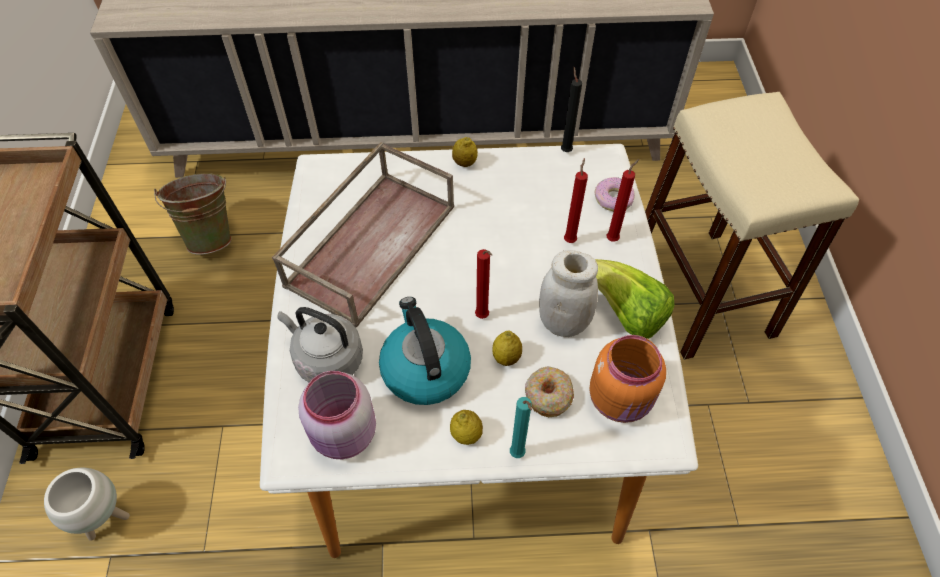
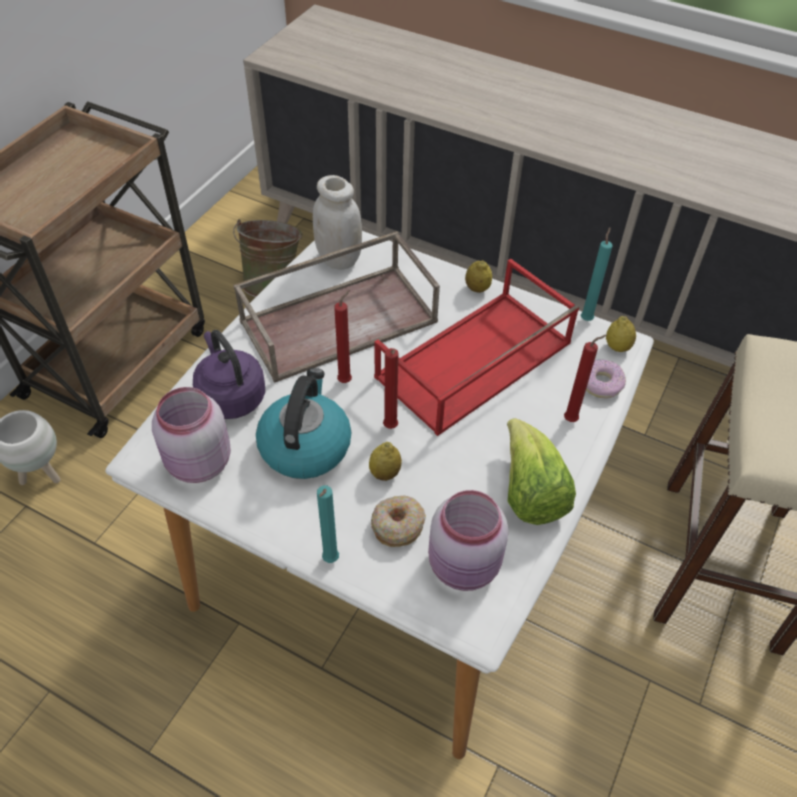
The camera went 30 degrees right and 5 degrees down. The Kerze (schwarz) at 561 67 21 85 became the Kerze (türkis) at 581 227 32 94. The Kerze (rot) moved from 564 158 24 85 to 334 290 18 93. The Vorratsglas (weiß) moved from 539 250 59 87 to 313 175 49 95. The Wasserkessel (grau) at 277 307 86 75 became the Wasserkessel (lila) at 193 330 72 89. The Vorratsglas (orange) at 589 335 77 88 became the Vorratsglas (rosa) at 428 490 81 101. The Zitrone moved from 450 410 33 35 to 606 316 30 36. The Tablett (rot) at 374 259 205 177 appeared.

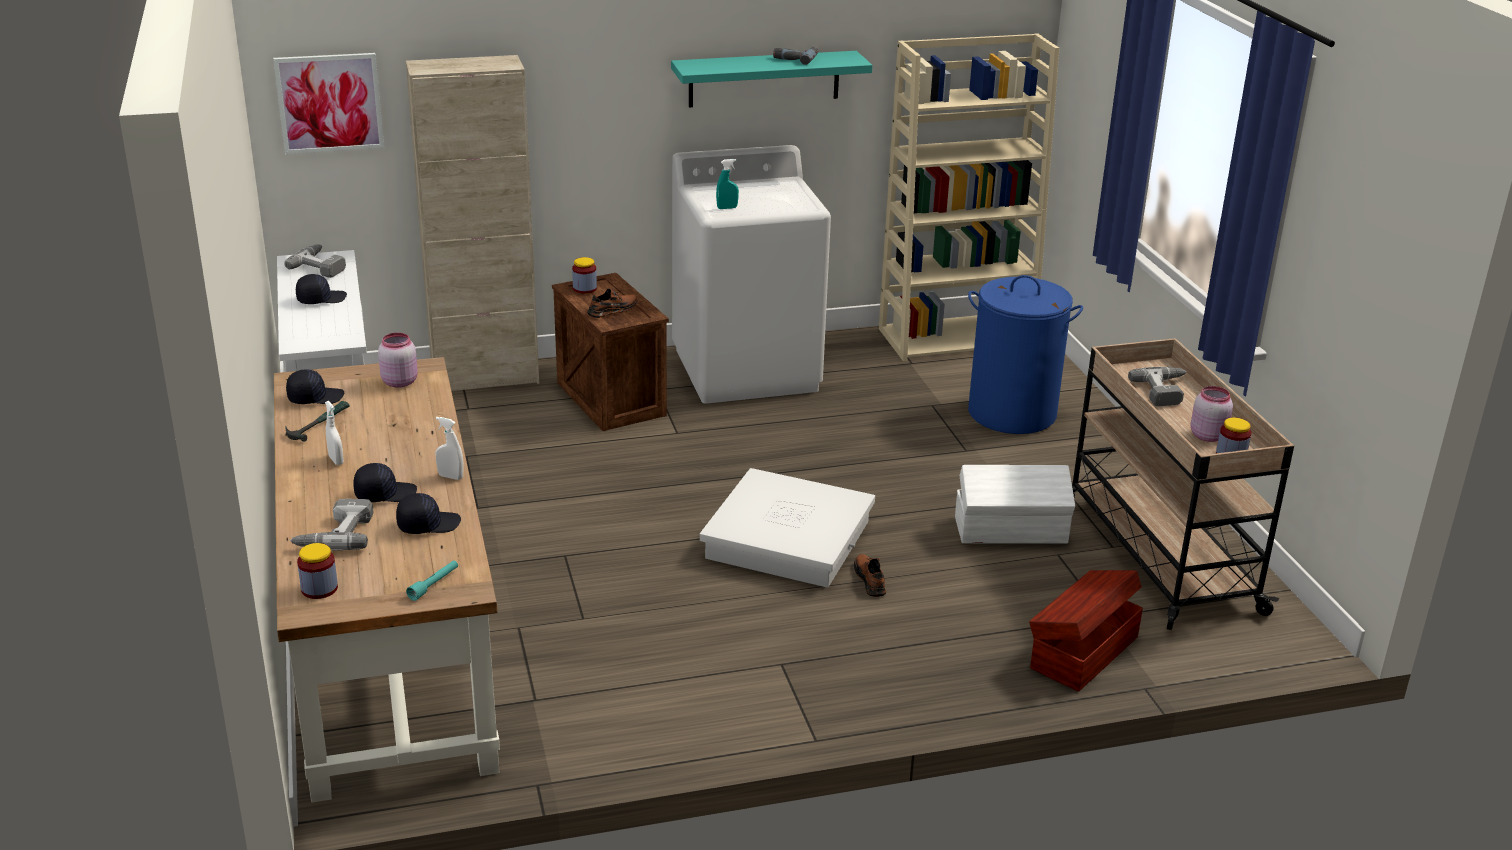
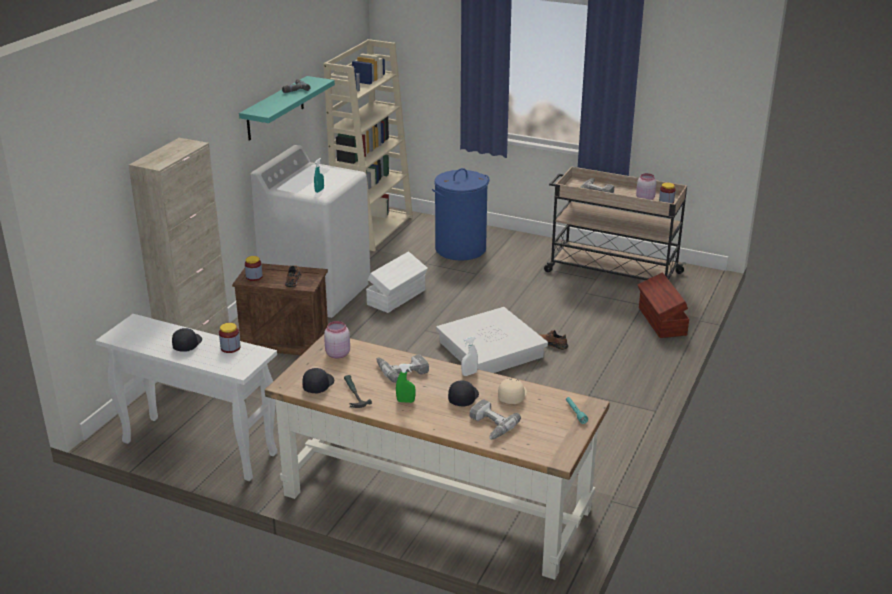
The camera went 50 degrees left and 0 degrees up. The Bild at 273 53 111 101 disappeared. The Bohrmaschine moved from 284 244 62 34 to 377 354 52 29. The Sprühflasche (weiß) at 325 401 19 64 became the Sprühflasche (grün) at 396 364 19 39. The Aufbewahrungsbox (weiß) moved from 955 465 120 79 to 366 251 62 62. The Kappe (schwarz) at 396 493 65 41 became the Kappe (beige) at 498 378 29 26. The Vorratsglas moved from 297 543 41 56 to 219 323 21 30.

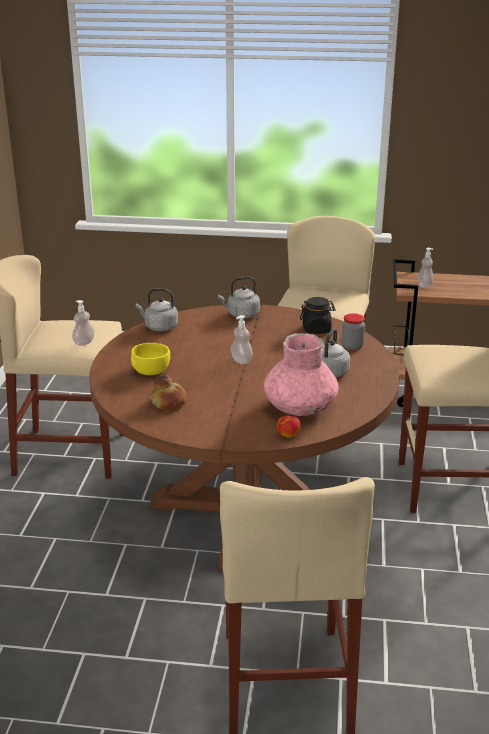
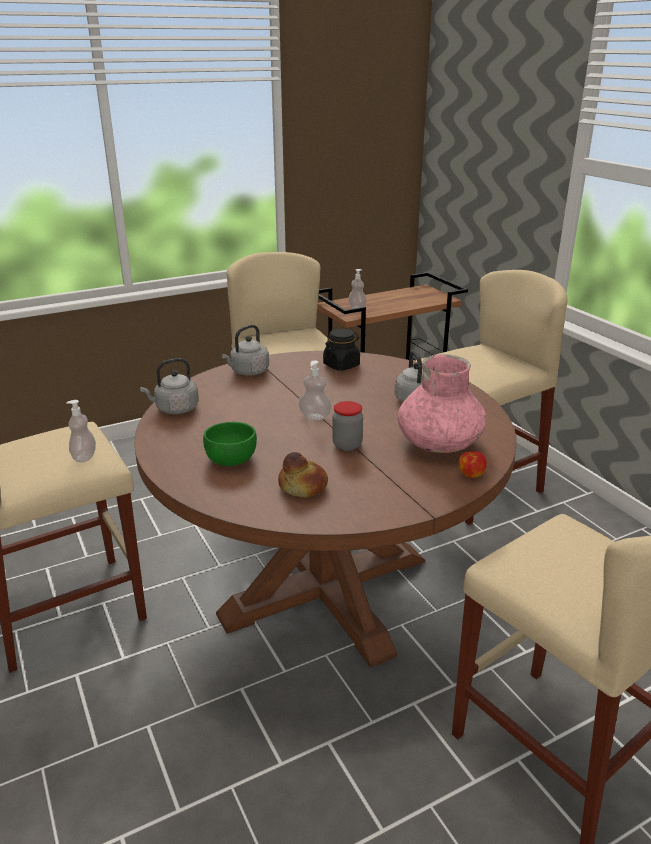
The camera went 35 degrees left and 0 degrees up. The Vorratsglas moved from 342 313 23 37 to 332 401 31 50. The Schüssel (gelb) at 131 343 39 32 became the Schüssel (grün) at 203 422 54 44.

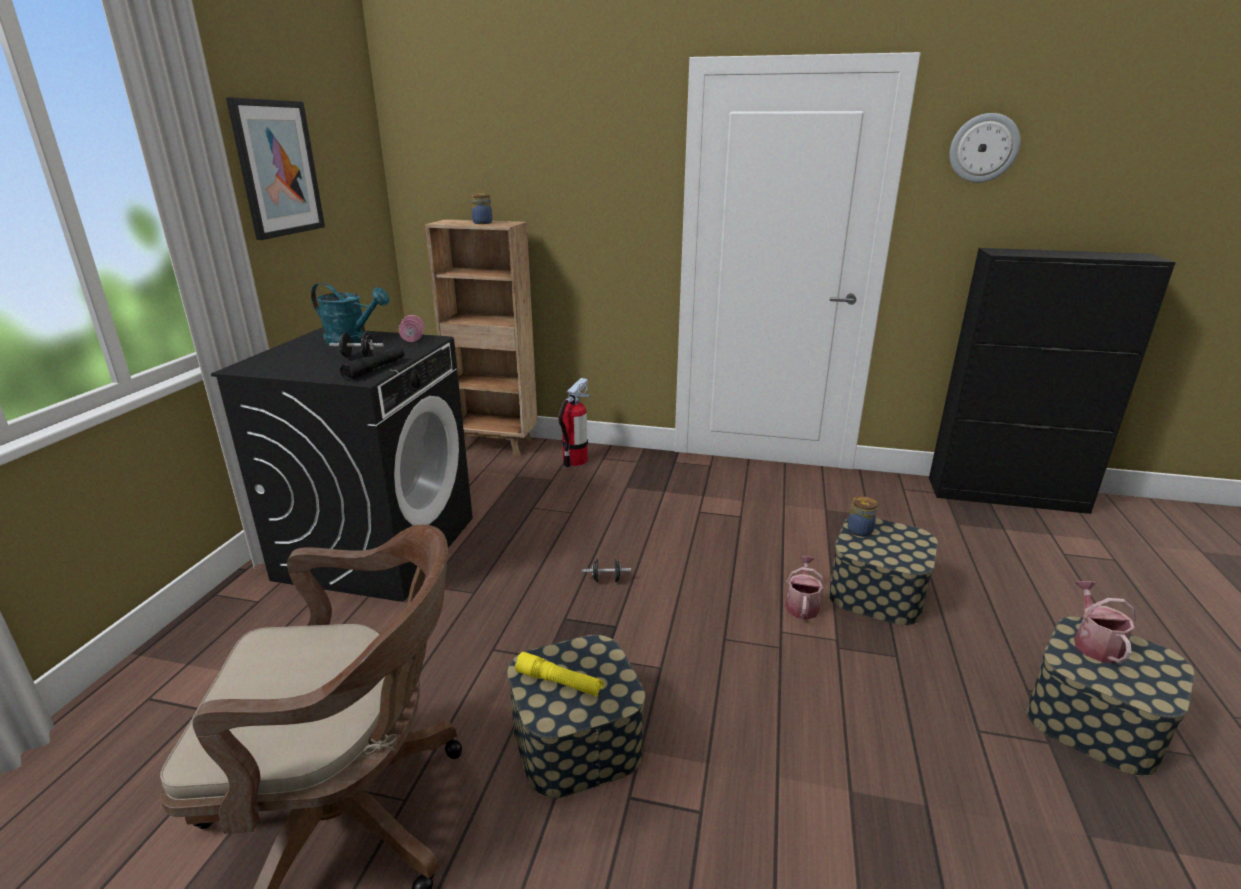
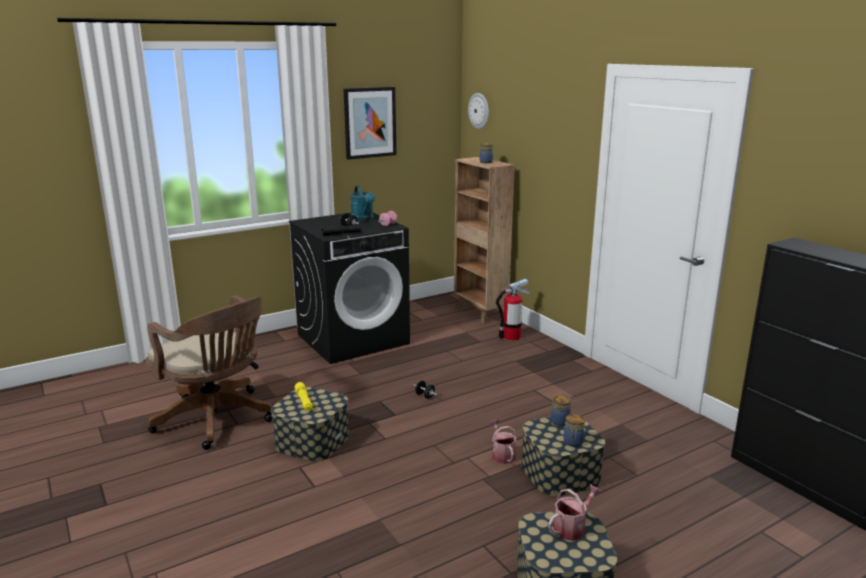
The camera went 45 degrees right and 5 degrees down. The Wanduhr moved from 949 113 71 70 to 468 93 21 36. The Gießkanne at 785 556 40 64 turned 75 degrees counterclockwise. The Vorratsglas at 563 414 22 33 appeared.

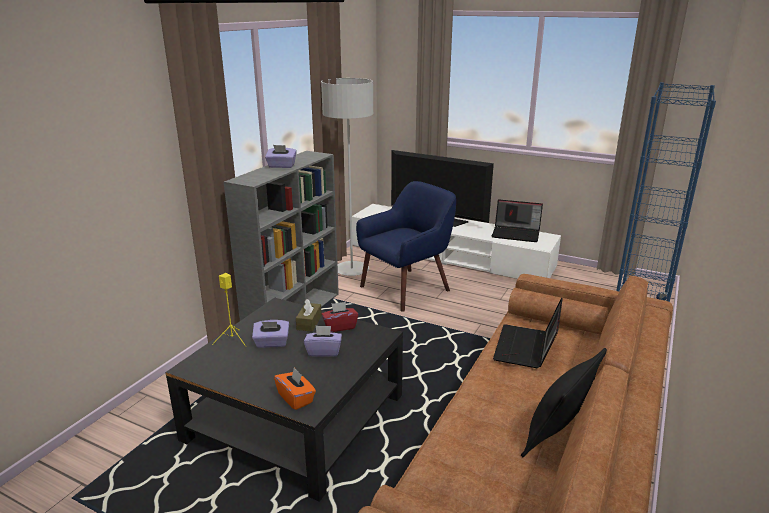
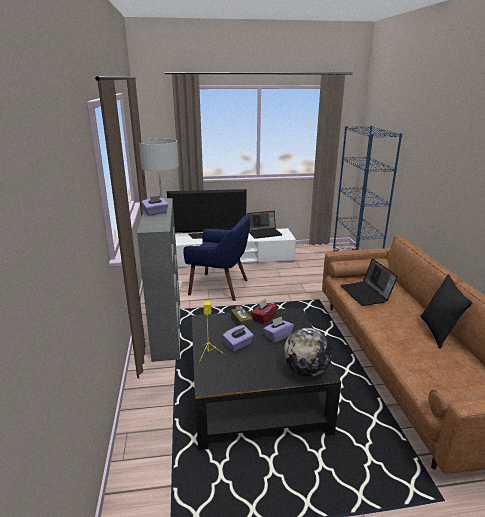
The camera went 35 degrees left and 0 degrees up. The Sessel (blau) at 356 181 100 131 turned 90 degrees clockwise. The Taschentuchbox (orange) at 274 367 42 43 was replaced by the Globus at 284 328 48 49.

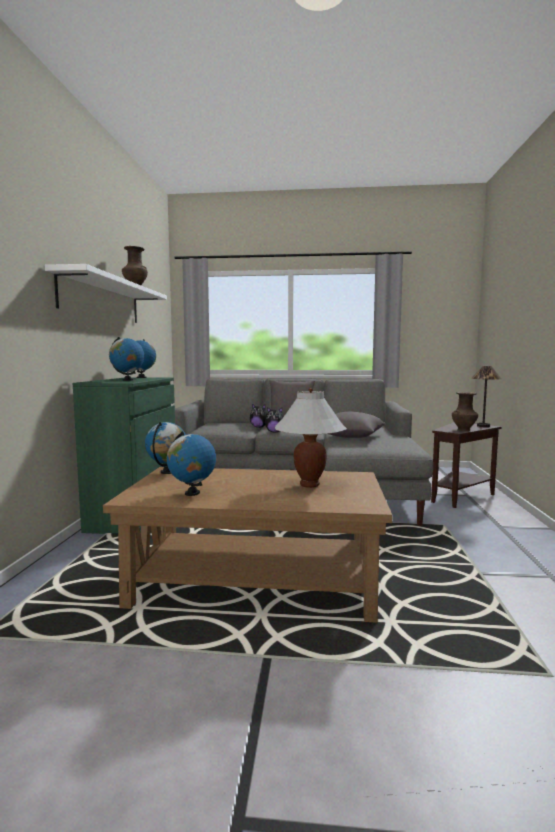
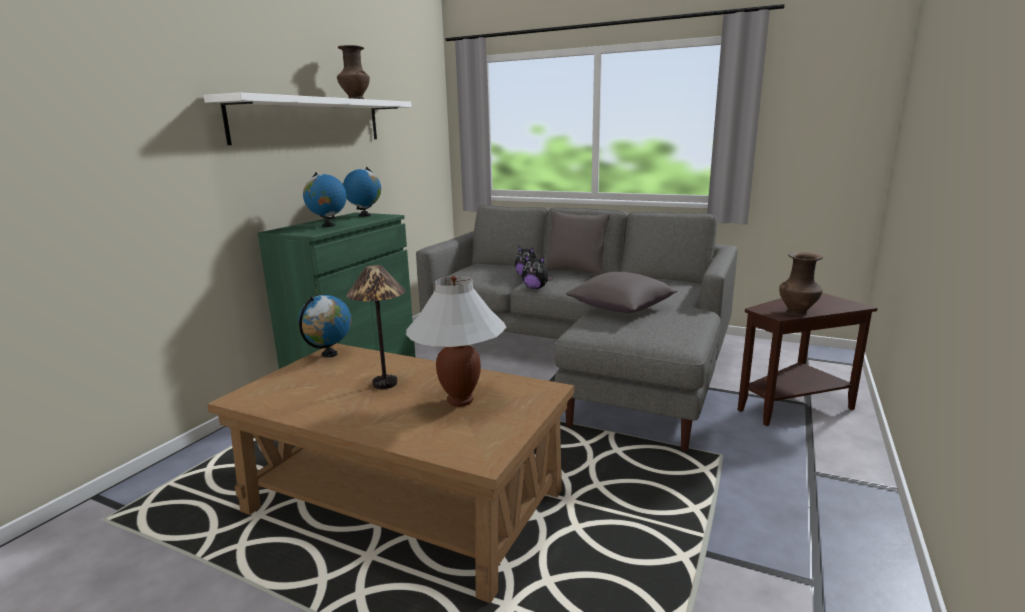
The camera went 20 degrees right and 10 degrees up. The Tischlampe moved from 471 366 30 61 to 346 265 60 124. The Globus at 167 431 49 65 disappeared.

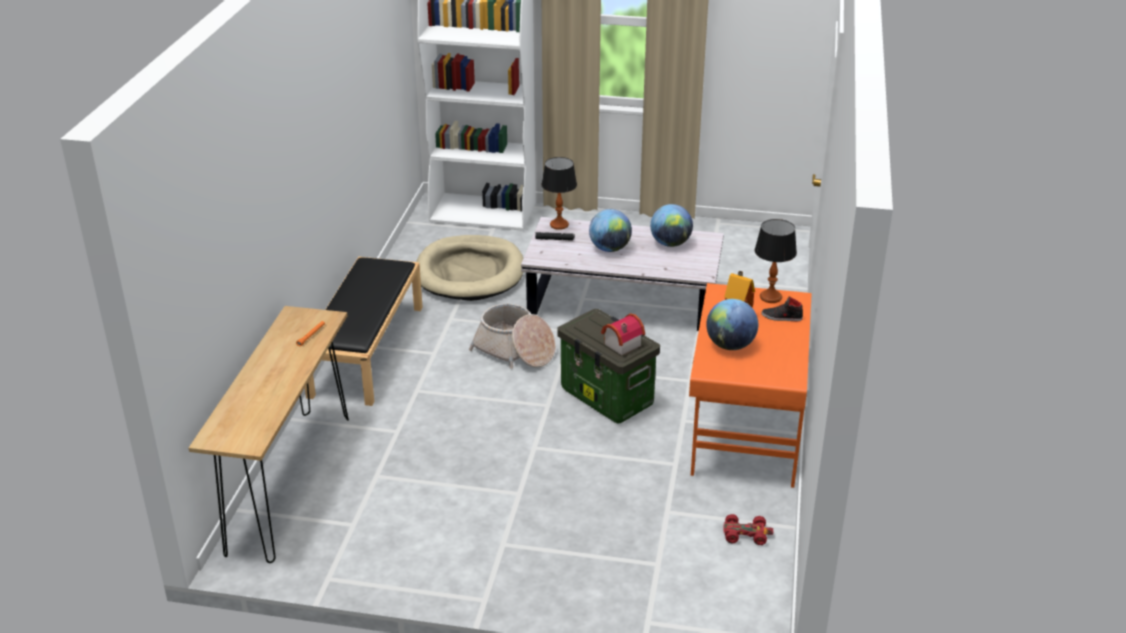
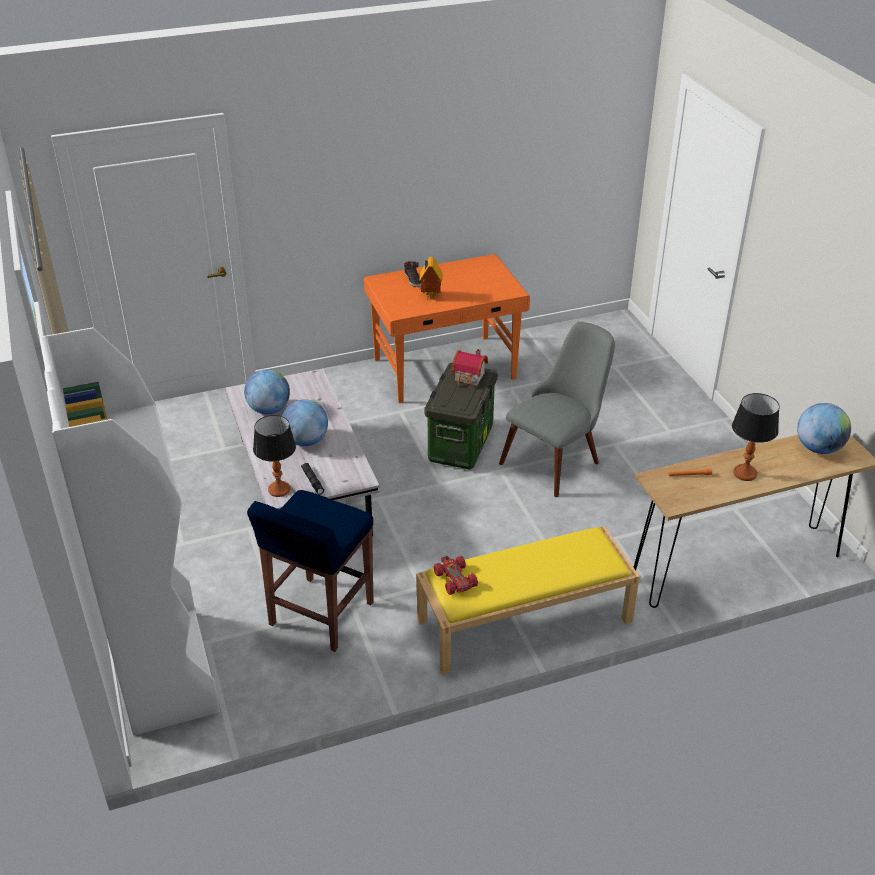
The camera went 120 degrees left and 5 degrees up. The Tischlampe moved from 755 219 42 84 to 732 393 48 88. The Hundebett (beige) at 416 235 108 66 was replaced by the Hocker (blau) at 247 490 127 162. The Bank (schwarz) at 305 257 118 149 became the Bank (gelb) at 416 526 224 149. The Globus moved from 706 299 52 51 to 797 403 54 51. The Korb at 469 304 87 65 disappeared. The Spielzeugauto (rot) moved from 724 514 49 31 to 434 556 44 39. The Stuhl (grau) at 499 322 116 175 appeared.

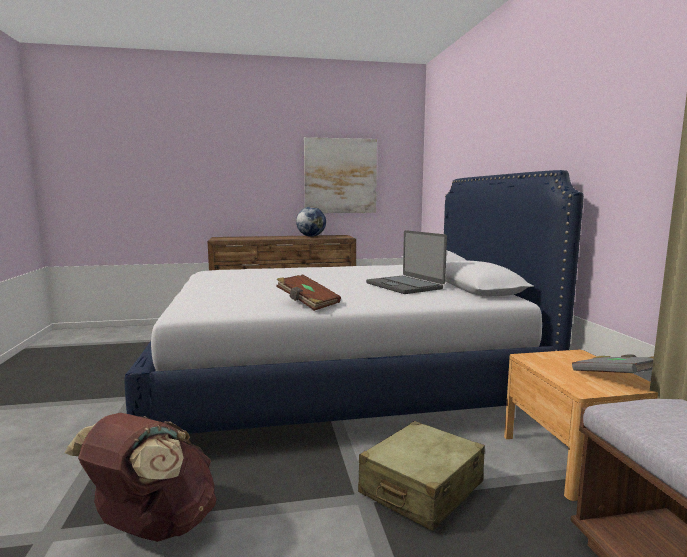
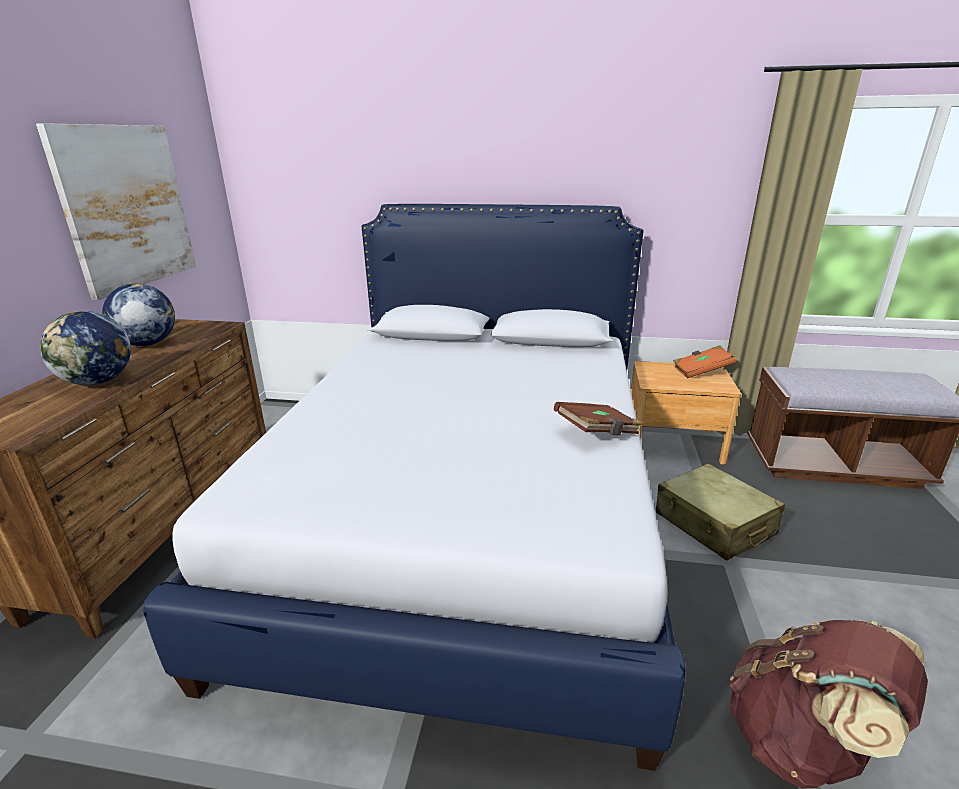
The camera went 70 degrees left and 15 degrees up. The Laptop at 366 230 81 64 disappeared. The Buch (grau) at 572 355 82 18 became the Buch (orange) at 673 345 63 33. The Globus at 40 311 91 74 appeared.

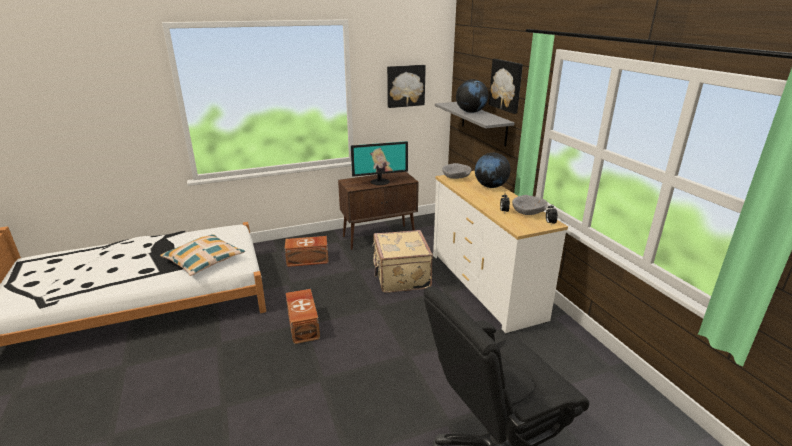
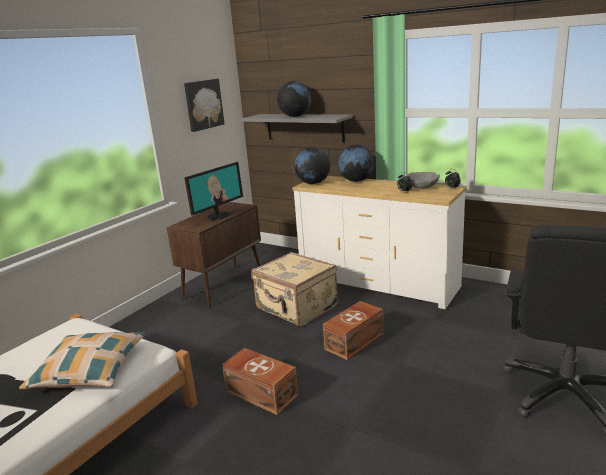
The camera went 35 degrees left and 5 degrees down. The Bild at 489 59 34 55 disappeared. The Schüssel (grau) at 442 163 29 16 was replaced by the Globus at 294 147 36 37. The Aufbewahrungsbox (braun) moved from 285 236 44 31 to 323 301 60 59.

